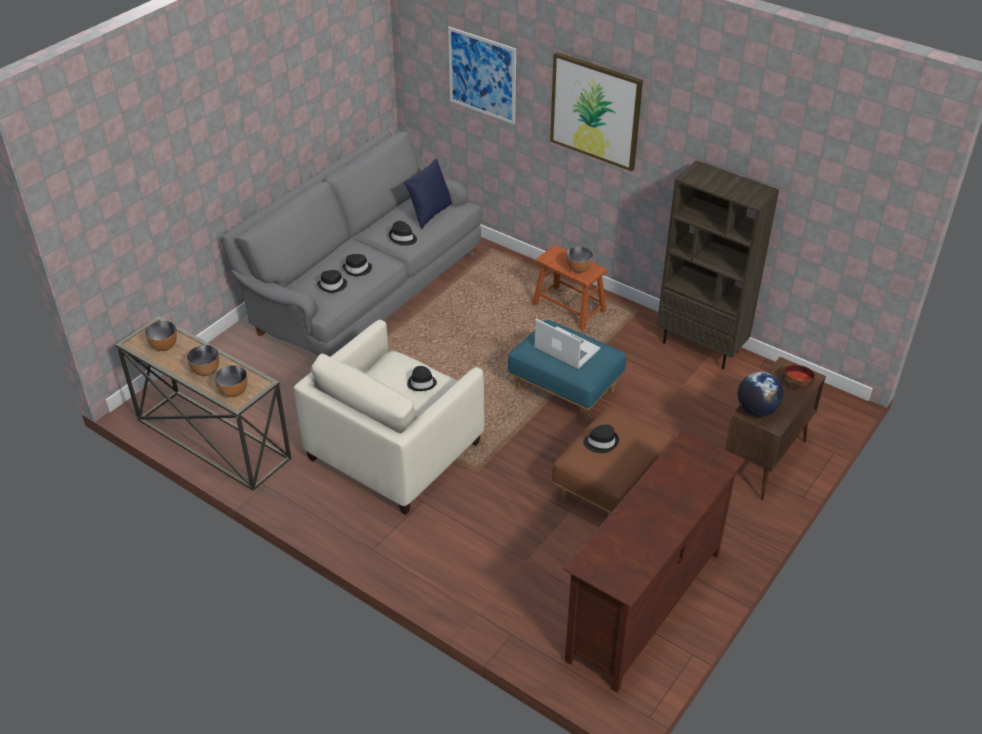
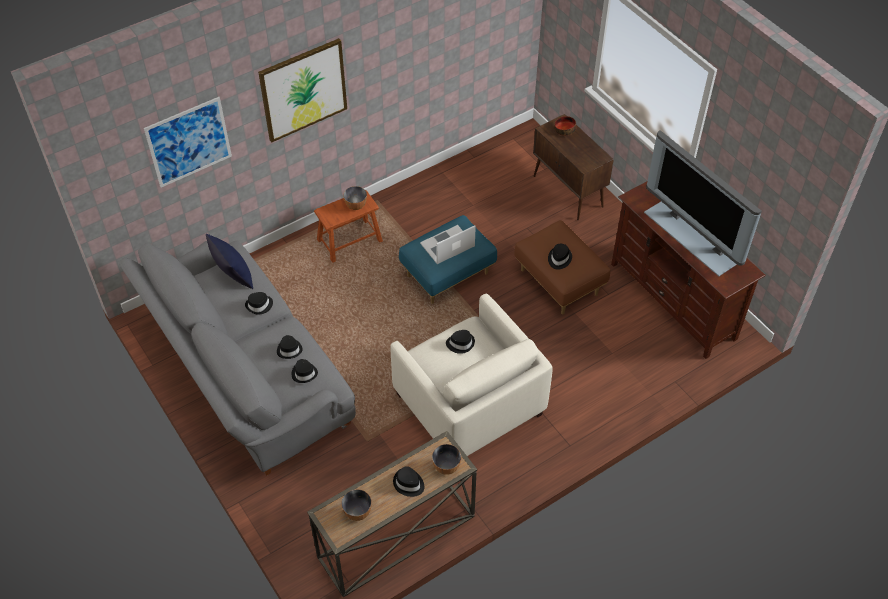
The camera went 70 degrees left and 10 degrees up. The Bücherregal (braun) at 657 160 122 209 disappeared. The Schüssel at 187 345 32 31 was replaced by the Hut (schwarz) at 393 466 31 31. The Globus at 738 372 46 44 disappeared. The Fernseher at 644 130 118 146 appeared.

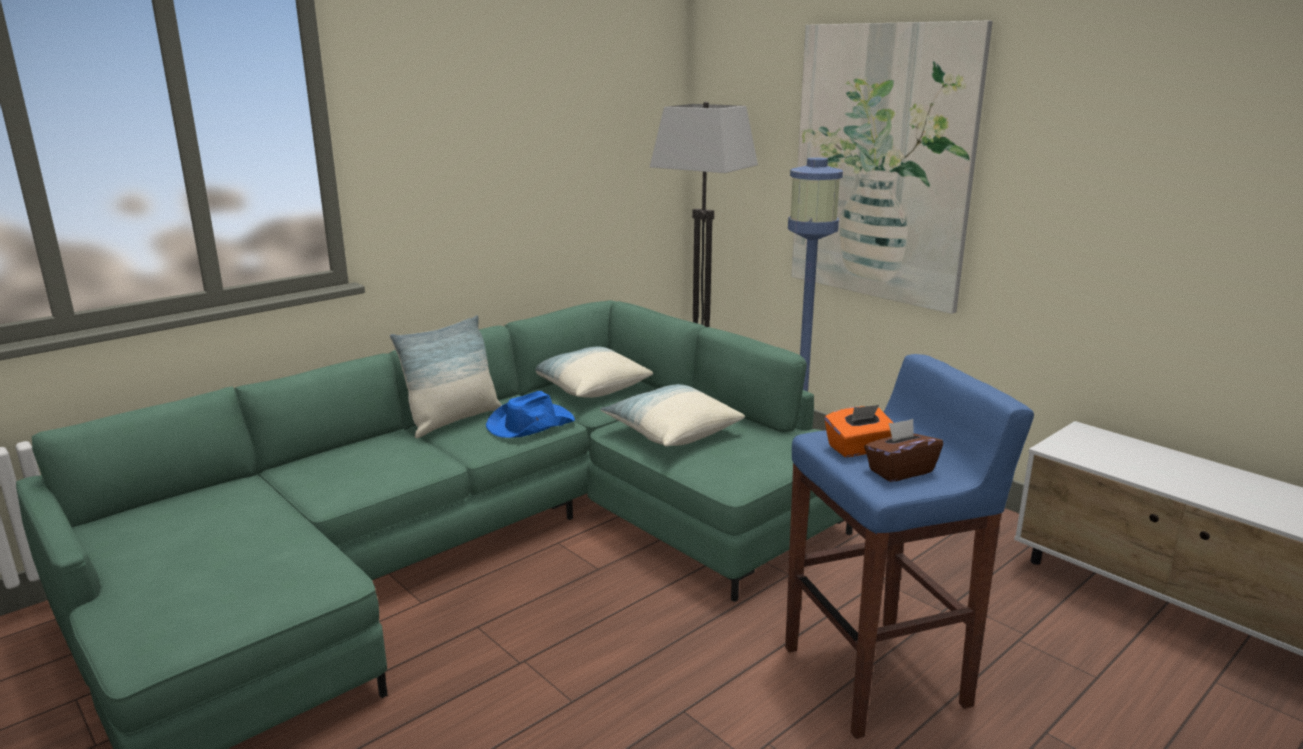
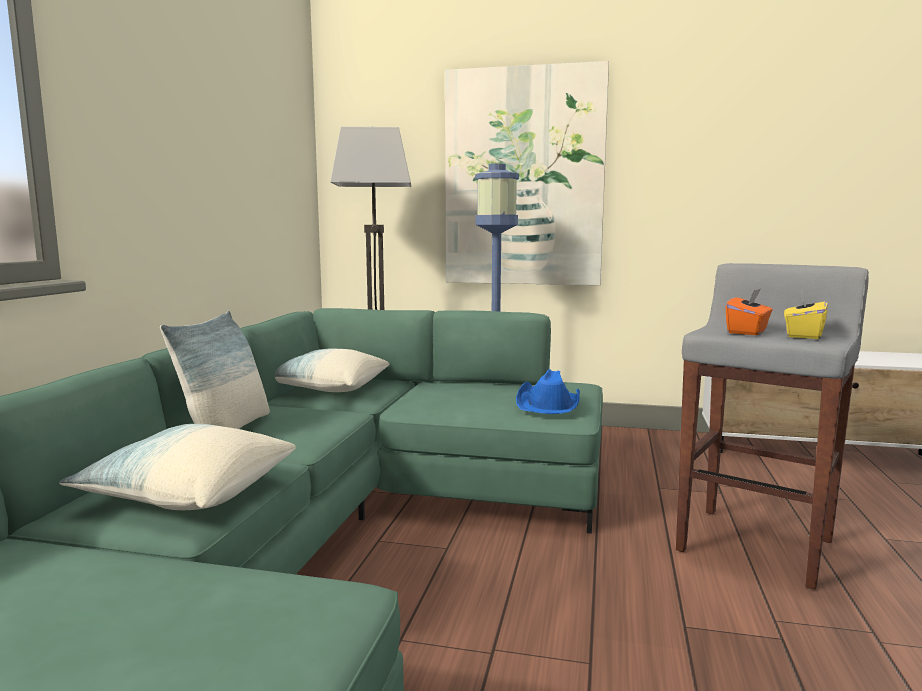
The camera went 35 degrees left and 10 degrees down. The Hocker (blau) at 785 354 249 385 became the Hocker (grau) at 676 263 193 327. The Kissen moved from 600 384 145 63 to 59 424 237 86. The Hut (blau) moved from 486 391 89 47 to 516 369 64 45. The Taschentuchbox (braun) at 864 419 79 63 became the Taschentuchbox (gelb) at 784 290 44 49.

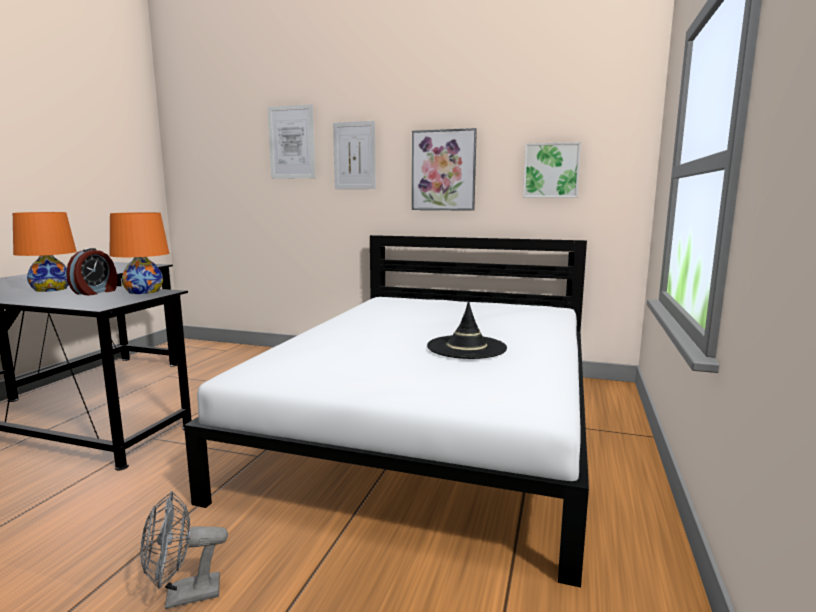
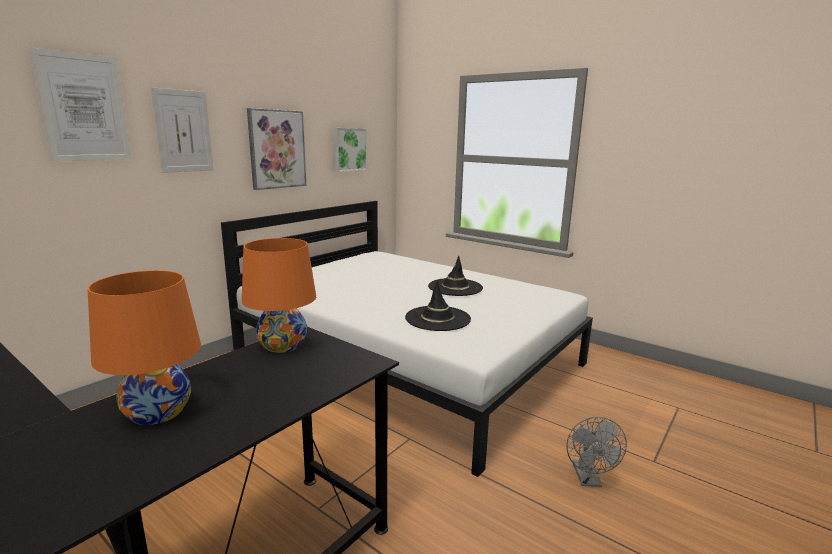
The camera went 70 degrees left and 5 degrees up. The Wecker at 66 248 51 47 disappeared. The Hut (schwarz) at 405 280 66 51 appeared.

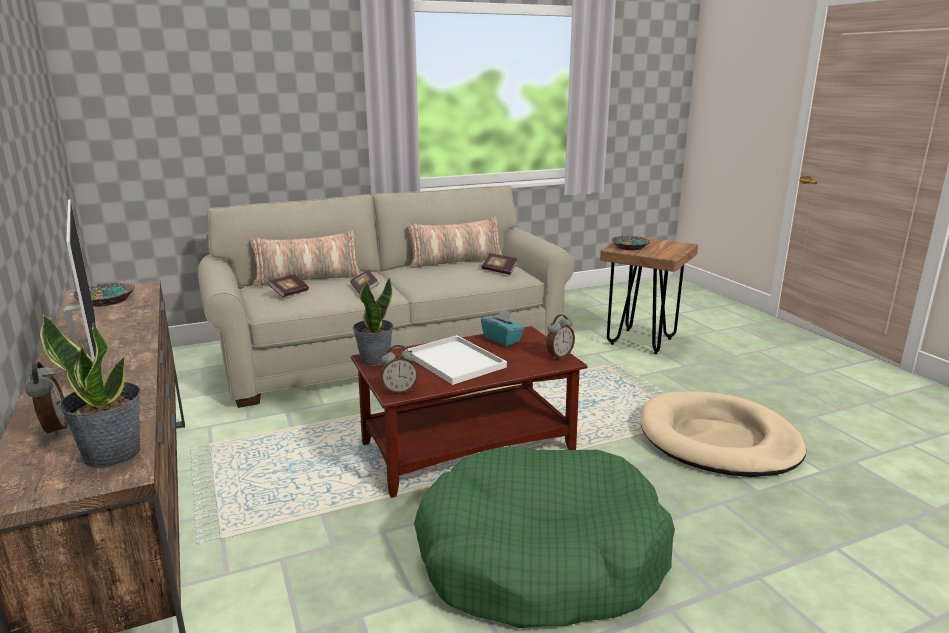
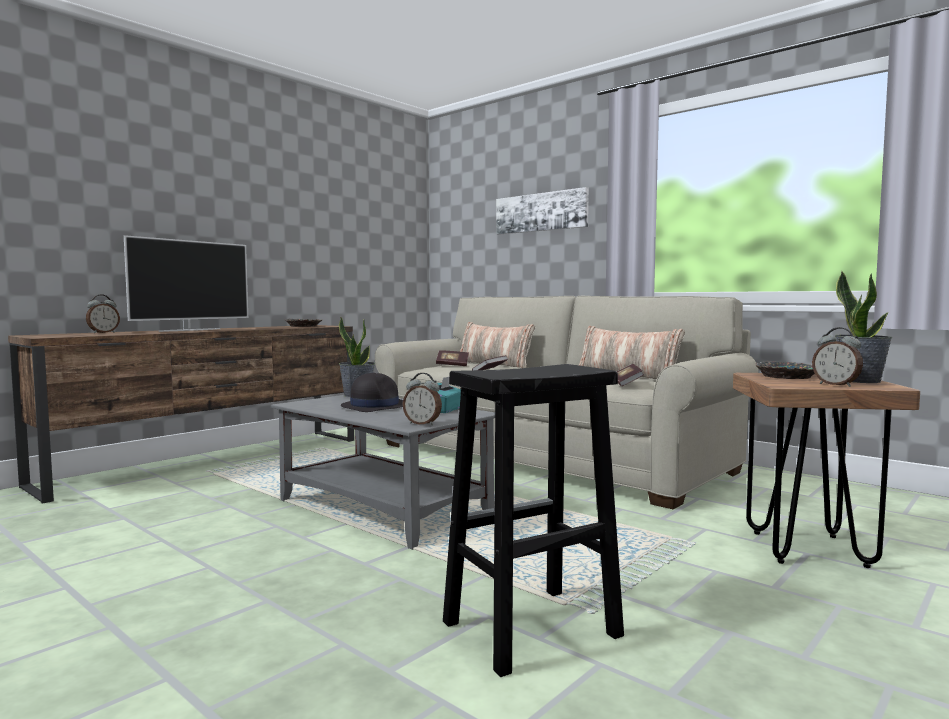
The camera went 65 degrees right and 15 degrees down. The Topfpflanze moved from 40 314 101 154 to 835 271 57 112. The Couchtisch (braun) at 351 326 237 172 became the Couchtisch (grau) at 271 395 224 155. The Tablett (weiß) at 405 335 102 50 was replaced by the Hut (schwarz) at 341 373 62 39. The Wecker moved from 380 345 38 49 to 812 327 51 60. The Hundebett (beige) at 641 391 166 86 was replaced by the Hocker (schwarz) at 443 364 181 313. The Hundebett (grün) at 414 447 261 181 disappeared. The Bild at 496 187 93 48 appeared.

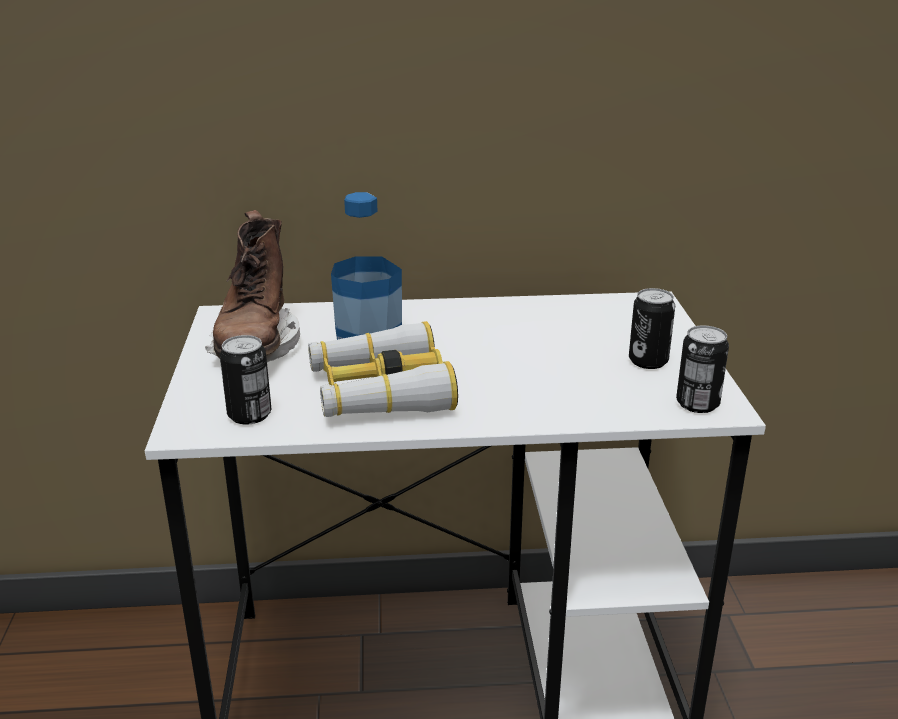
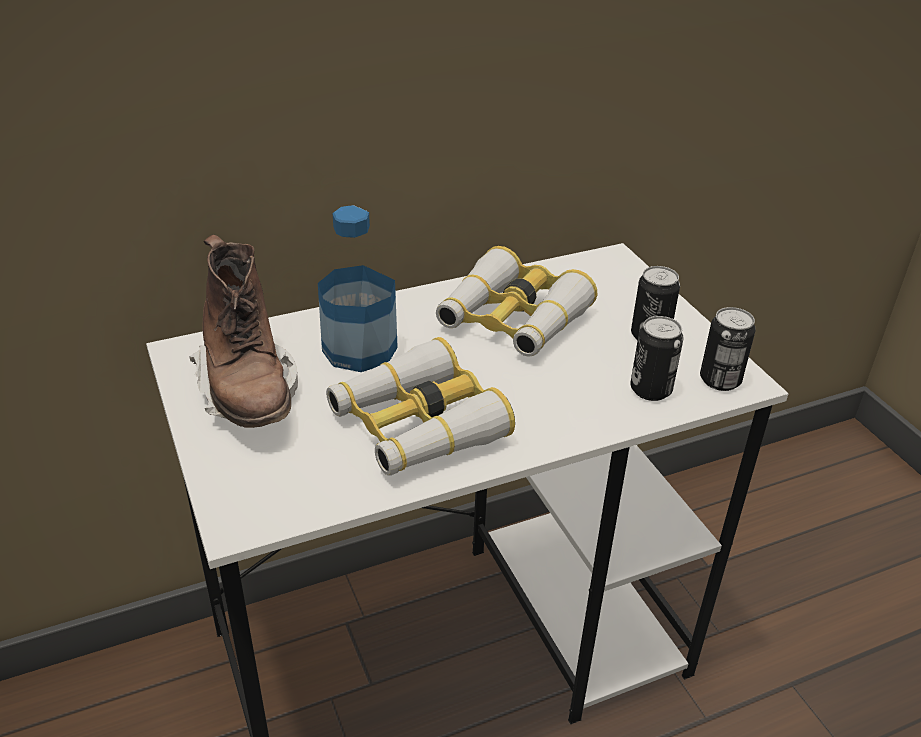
The camera went 20 degrees left and 10 degrees up. The Dose moved from 220 335 51 90 to 630 316 54 85. The Fernglas at 436 246 161 111 appeared.

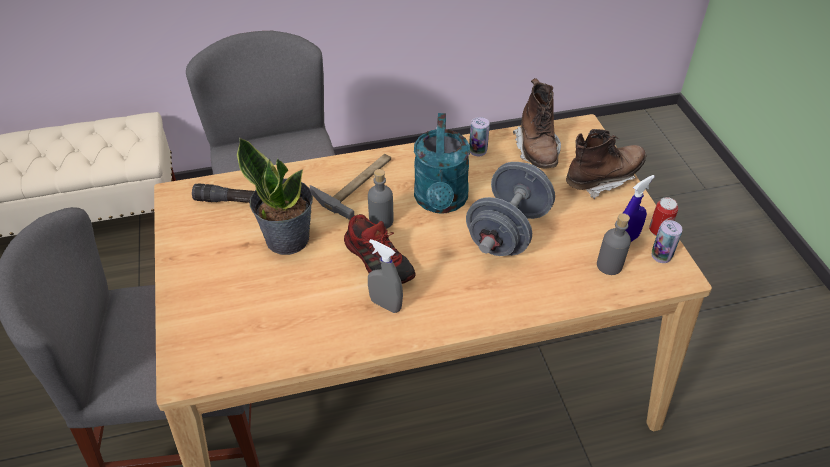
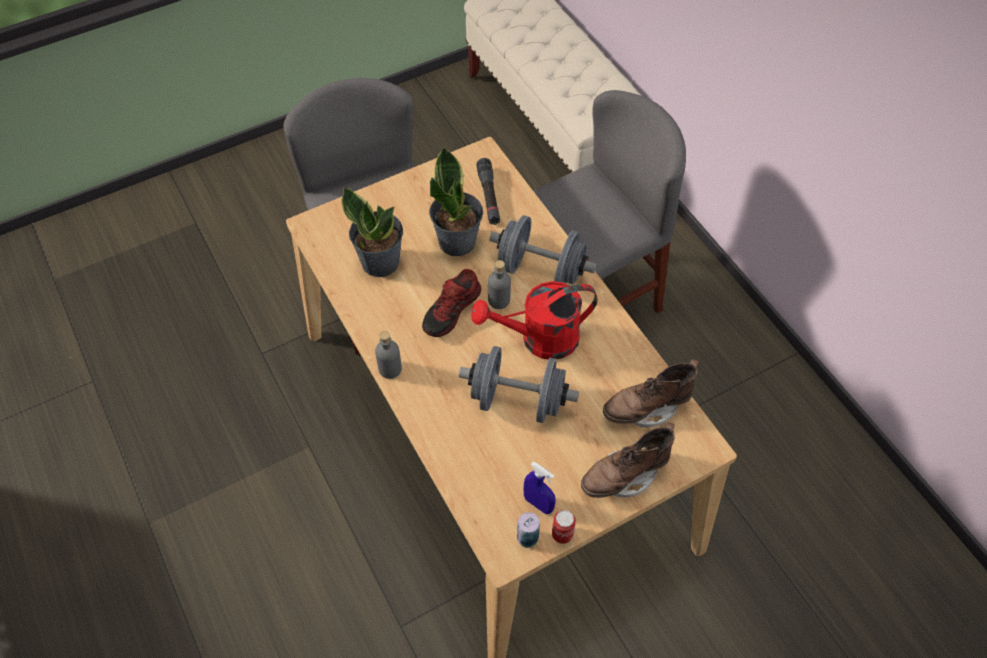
The camera went 75 degrees right and 10 degrees up. The Gießkanne (türkis) at 414 113 56 101 became the Gießkanne (rot) at 471 281 126 79. The Dose at 469 117 21 39 disappeared. The Stiefel (braun) at 566 129 80 70 turned 105 degrees clockwise. The Hammer at 310 154 81 66 was replaced by the Hantel (grau) at 489 215 108 70. The Flasche (grau) moved from 597 213 34 62 to 375 331 27 48. The Sprühflasche (grau) at 368 239 35 74 disappeared. The Topfpflanze at 341 187 62 90 appeared.

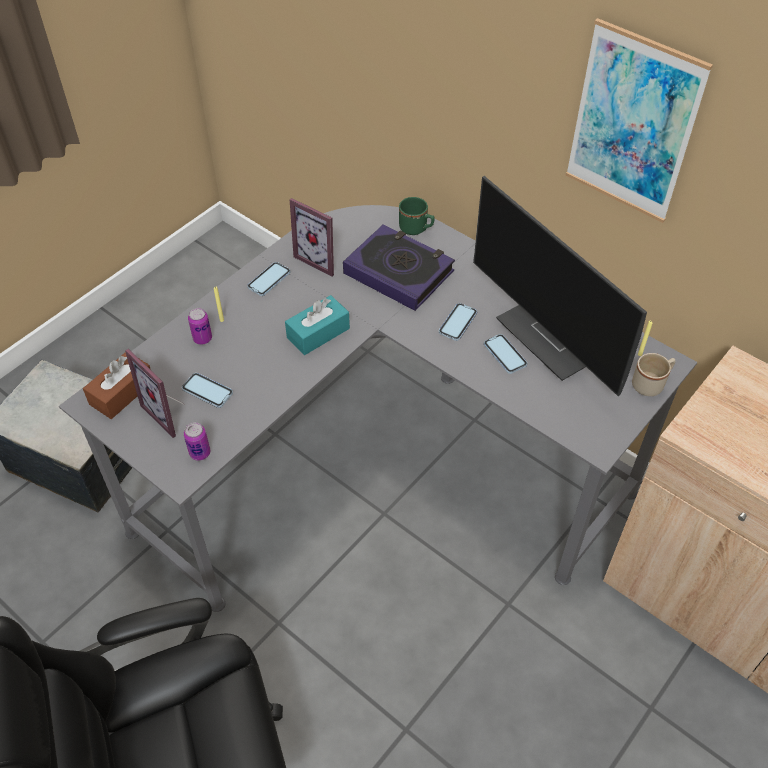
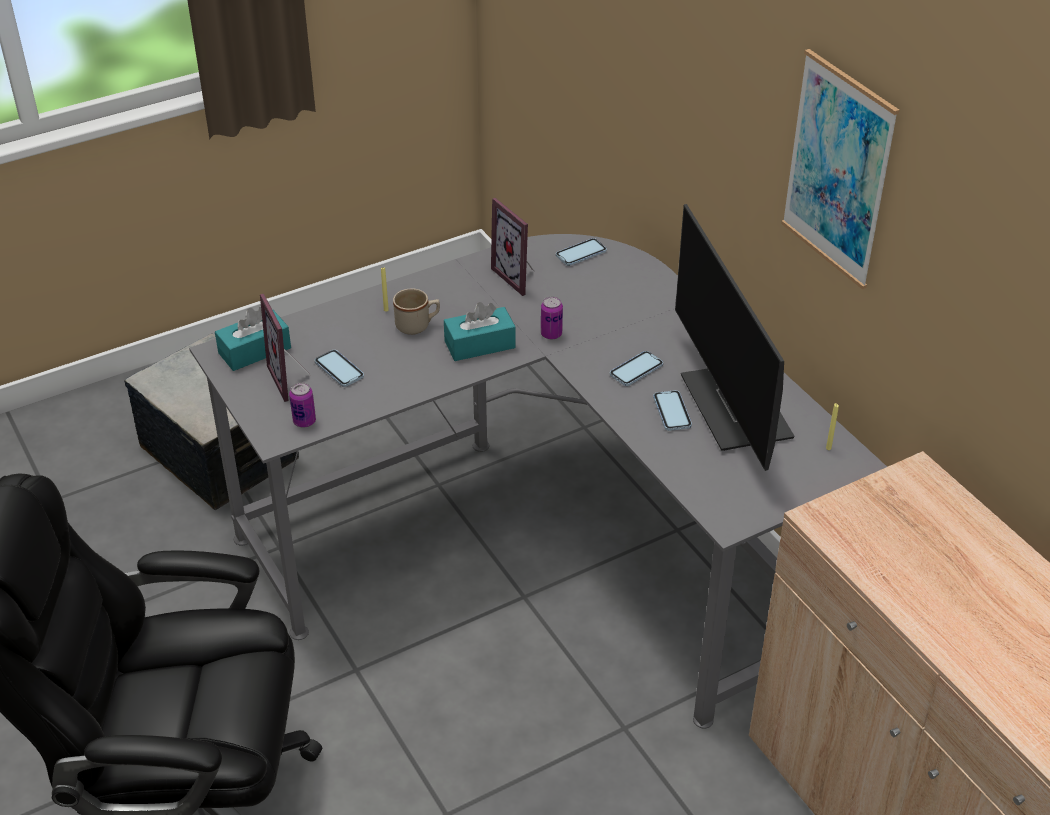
The camera went 20 degrees right and 10 degrees down. The Henkelbecher (grün) at 399 197 35 38 disappeared. The Buch at 343 225 112 86 disappeared. The Handy moved from 247 262 44 34 to 556 238 51 28. The Dose moved from 188 308 24 37 to 541 296 22 43. The Taschentuchbox (braun) at 83 352 68 67 became the Taschentuchbox (türkis) at 215 307 76 64. The Henkelbecher (beige) moved from 632 353 43 43 to 393 288 47 47.

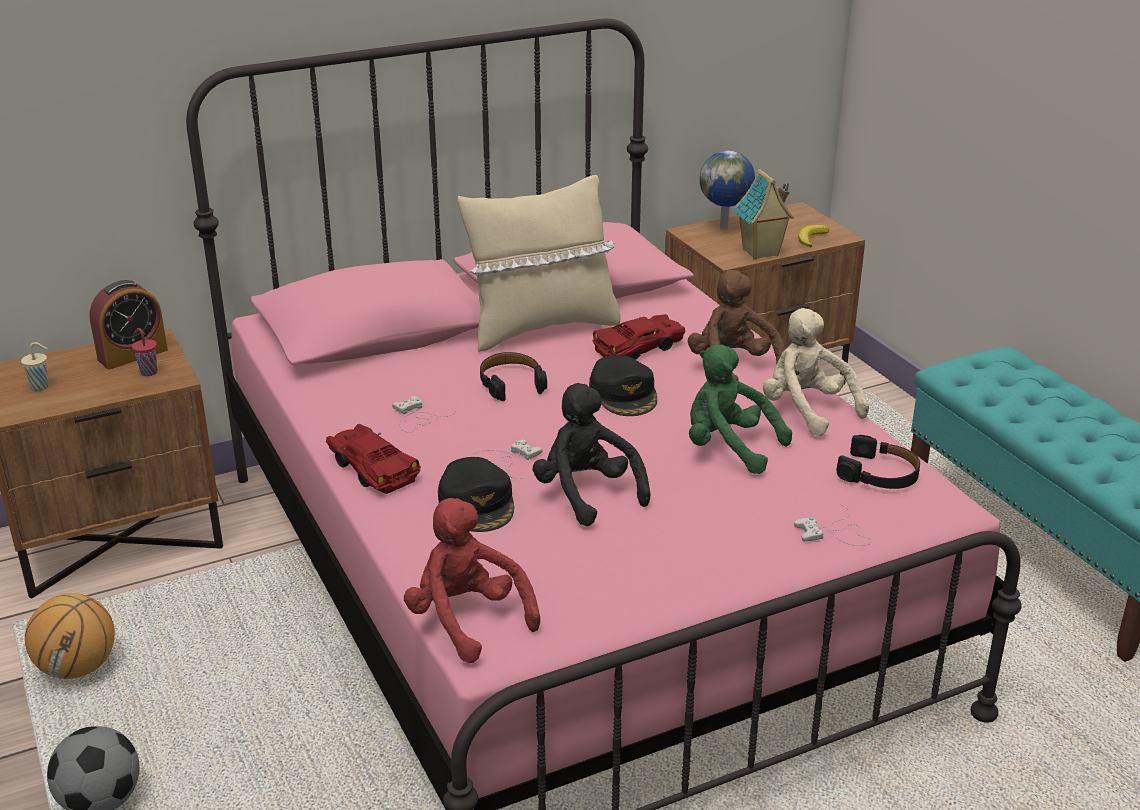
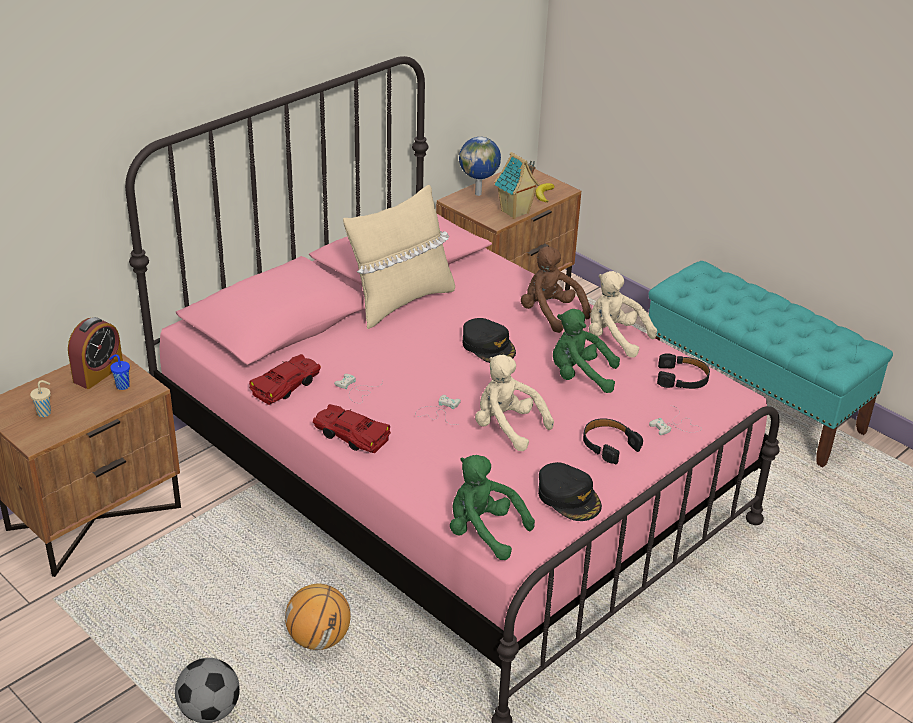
The camera went 20 degrees left and 5 degrees up. The Spielzeugauto (rot) moved from 592 314 94 46 to 249 354 72 51. The Tasse (rot) at 132 328 25 48 became the Tasse (blau) at 109 354 21 36. The Kopfhörer (schwarz) moved from 480 352 67 49 to 583 418 60 46. The Plüschtier (schwarz) at 532 383 118 143 became the Plüschtier (beige) at 475 355 79 96. The Kappe (schwarz) moved from 438 457 76 75 to 538 462 64 59. The Plüschtier (rot) at 404 498 136 165 became the Plüschtier (grün) at 450 455 85 105. The Basketball moved from 25 593 90 86 to 285 584 66 66.

